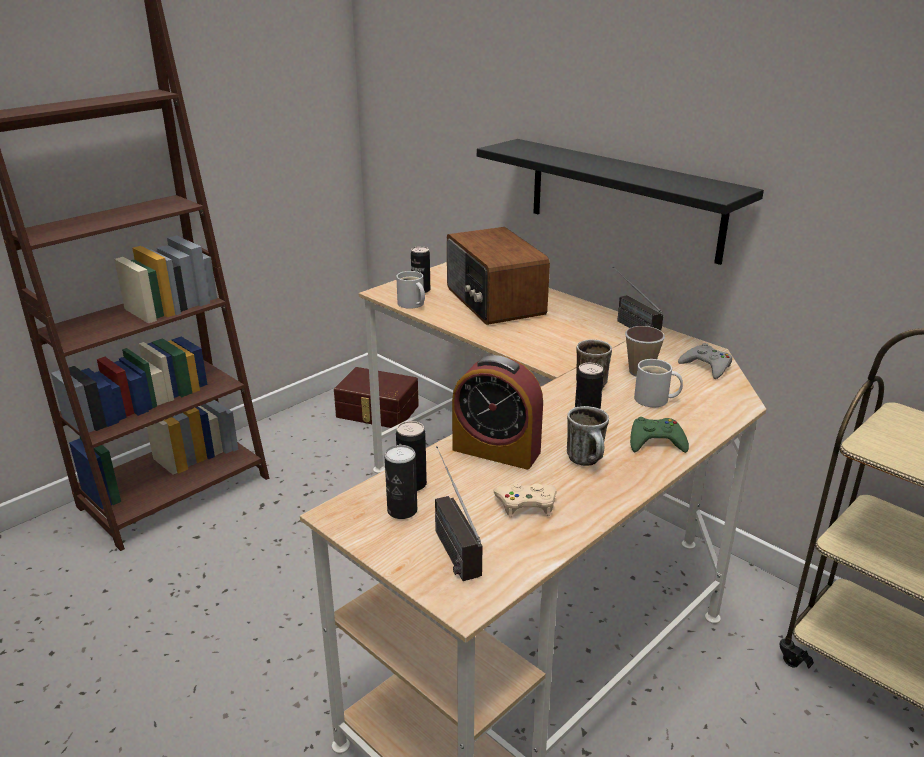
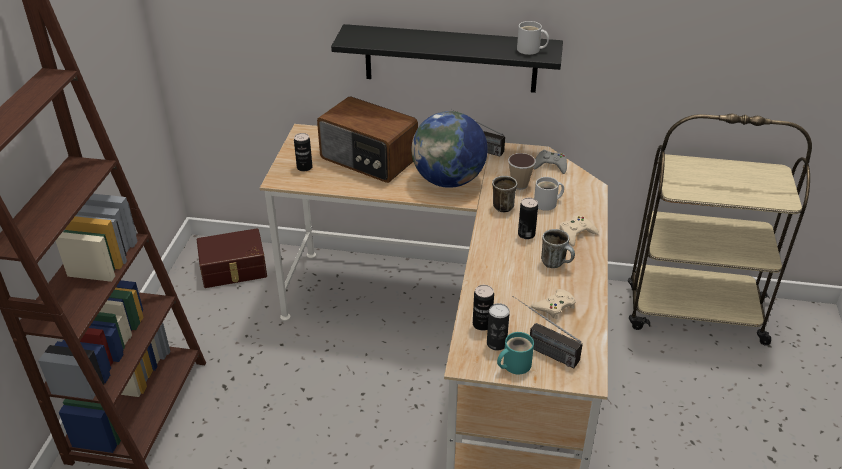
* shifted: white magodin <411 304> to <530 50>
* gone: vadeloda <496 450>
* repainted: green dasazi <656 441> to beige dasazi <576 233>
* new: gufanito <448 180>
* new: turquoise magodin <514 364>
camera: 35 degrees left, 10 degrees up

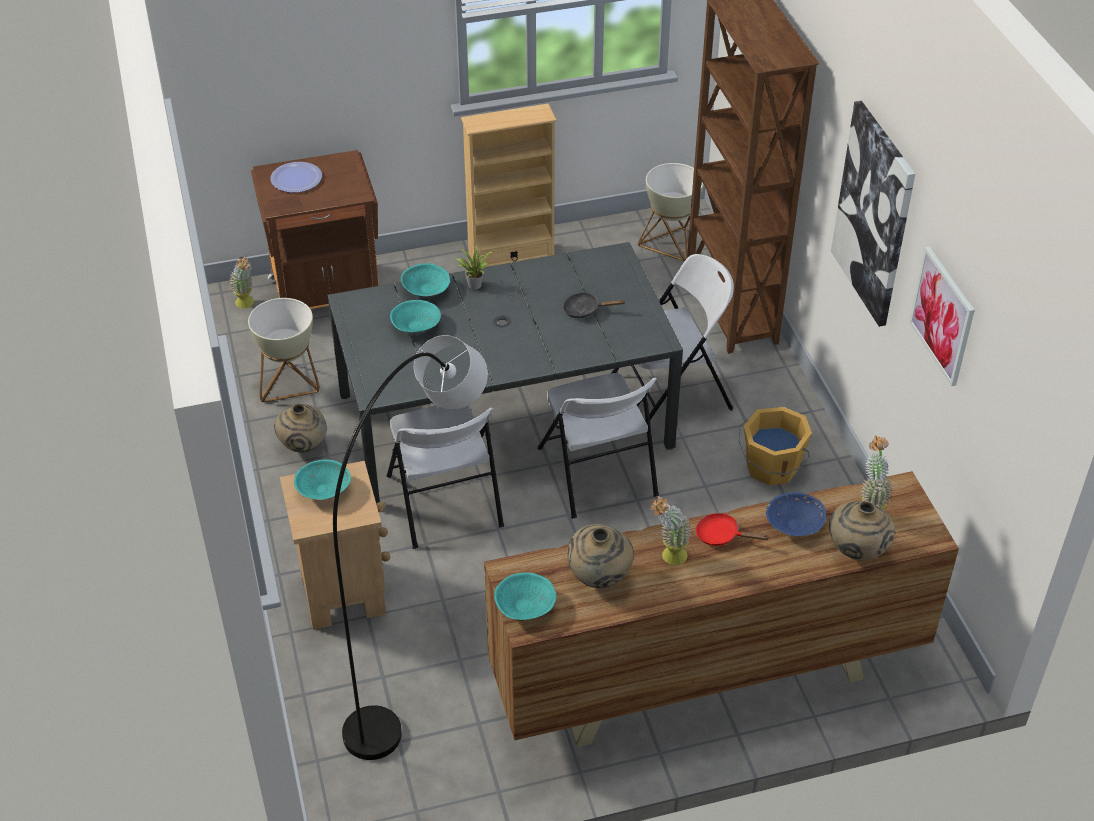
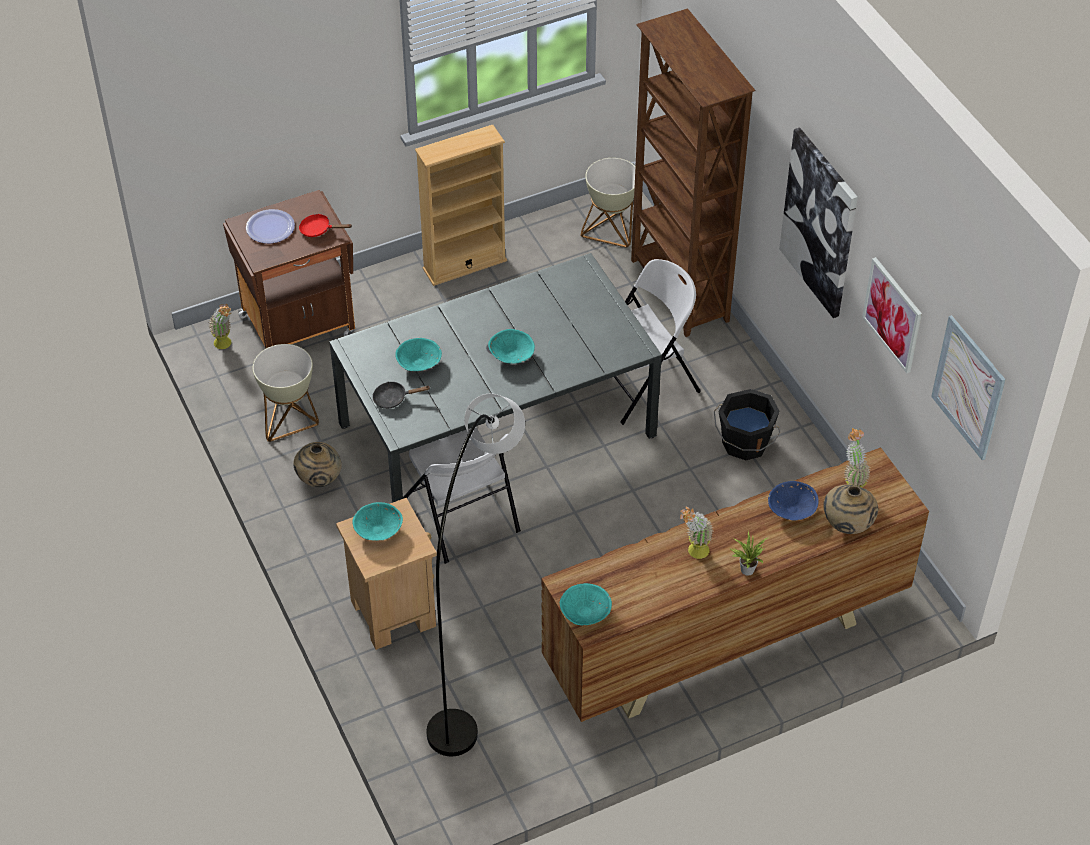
* shifted: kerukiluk <473 284> to <746 568>
* shifted: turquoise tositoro <426 290> to <512 355>
* shifted: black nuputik <585 310> to <393 398>
* gone: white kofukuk <596 472>
* repainted: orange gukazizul <771 468> to black gukazizul <745 443>
* shifted: red nuputik <722 535> to <319 230>
* gone: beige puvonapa <599 579>
* new: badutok <968 387>
camera: 10 degrees left, 5 degrees up

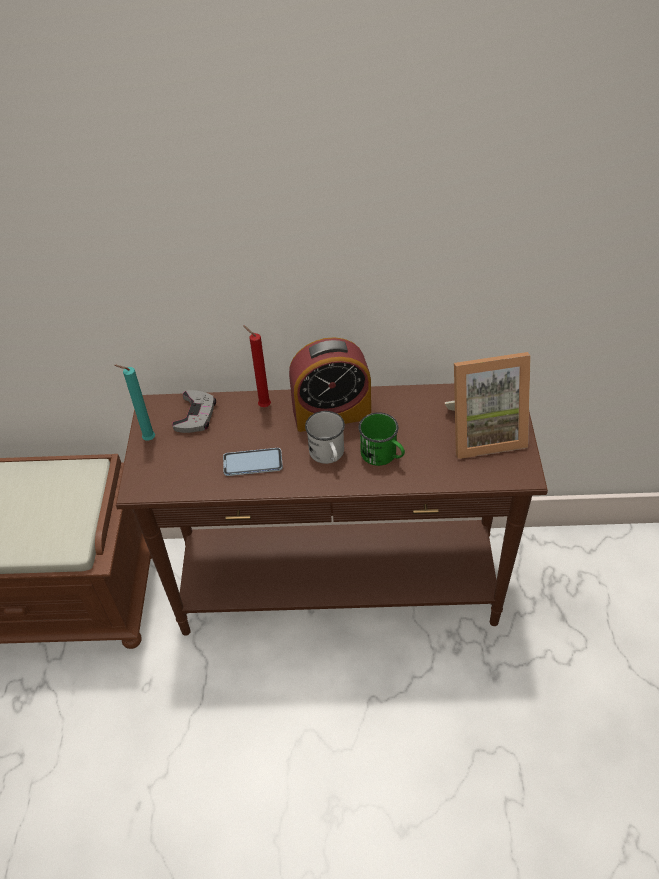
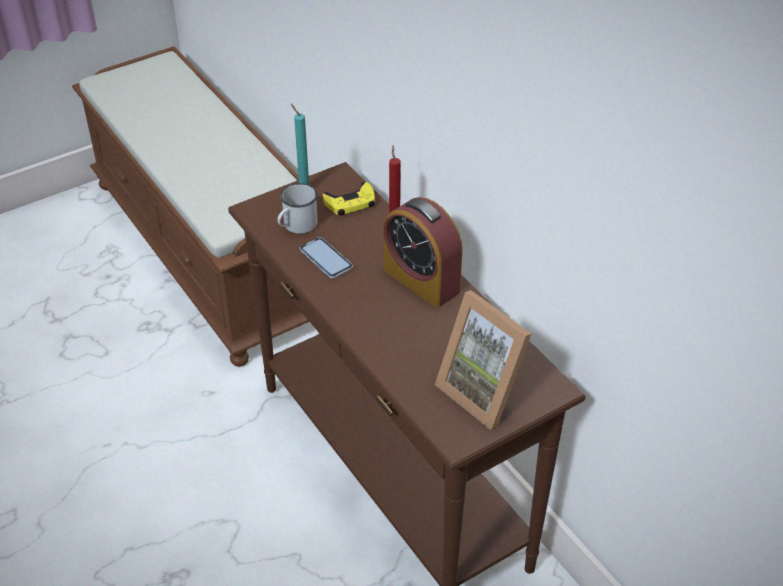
* repainted: grey dasazi <196 415> to yellow dasazi <350 203>
* shifted: white magodin <328 455> to <296 226>
* gone: green magodin <383 455>
camera: 55 degrees right, 5 degrees down

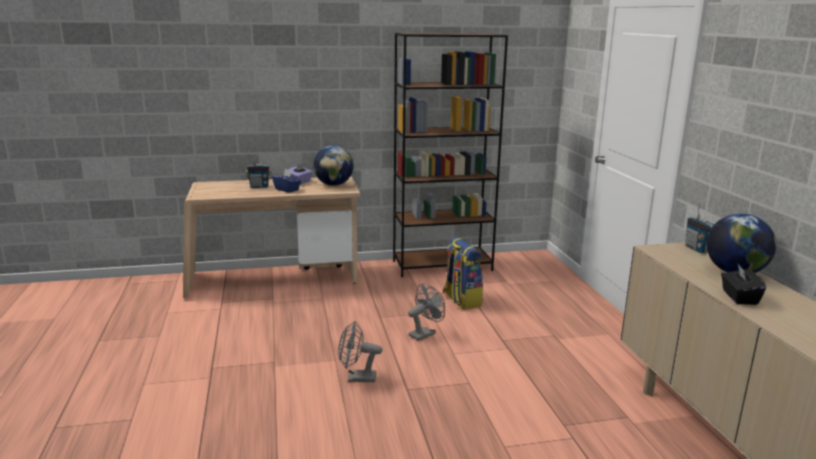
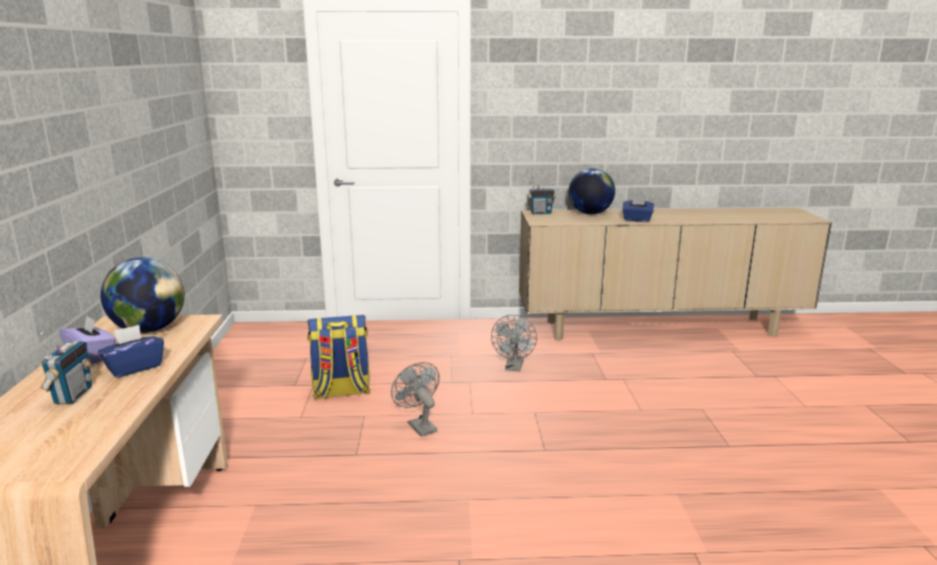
* gone: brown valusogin <442 265>
* repainted: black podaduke <739 297> to blue podaduke <637 219>
* shifted: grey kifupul <357 378> to <514 367>
camera: 80 degrees left, 0 degrees up

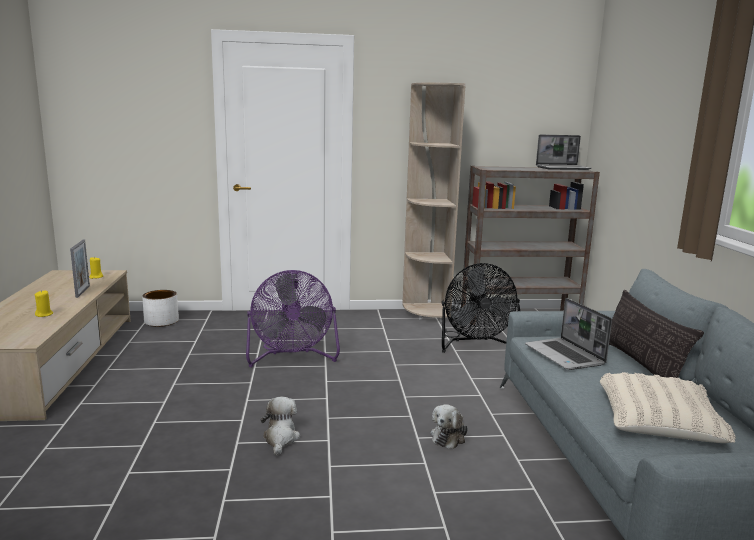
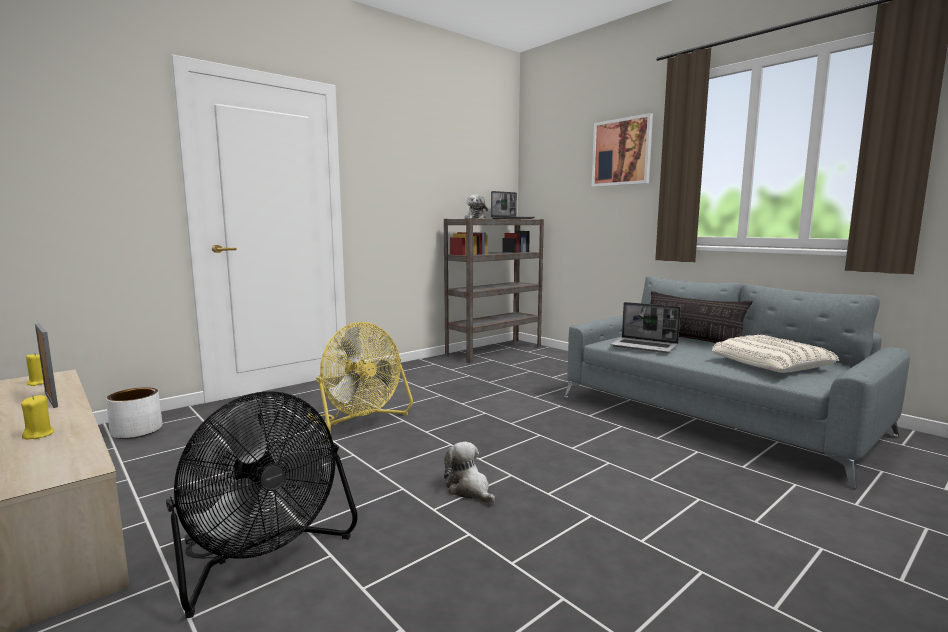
* gone: beige valusogin <426 316>
* shifted: black kifupul <472 344> to <256 560>
* repainted: purple kifupul <288 357> to yellow kifupul <355 423>
* shifted: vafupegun <449 436> to <475 218>
* new: badutok <621 152>
camera: 35 degrees left, 5 degrees down

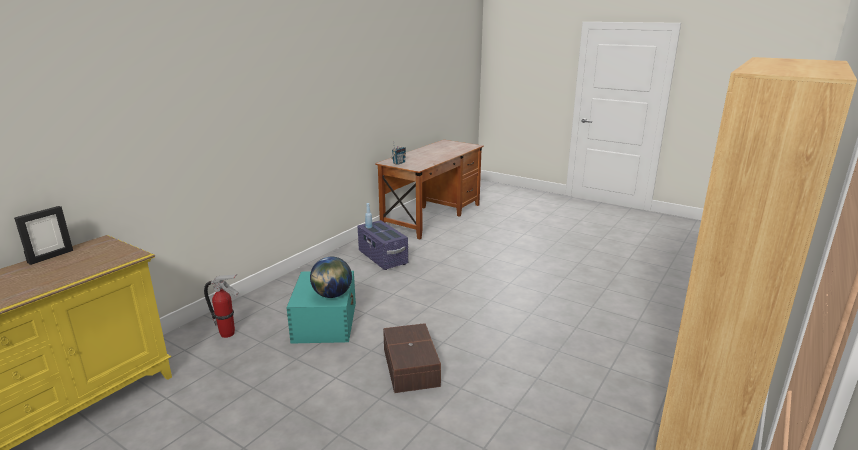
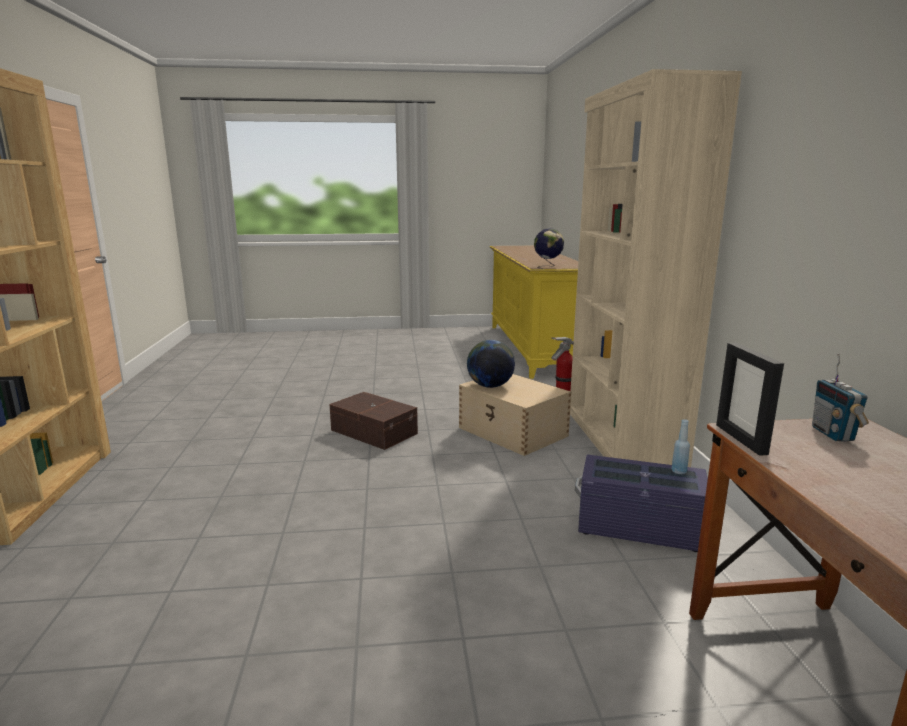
* shifted: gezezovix <50 256> to <742 439>
* repainted: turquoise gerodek <325 321> to beige gerodek <513 432>
* new: beige valusogin <621 440>
* new: gufanito <548 267>
camera: 140 degrees right, 5 degrees down

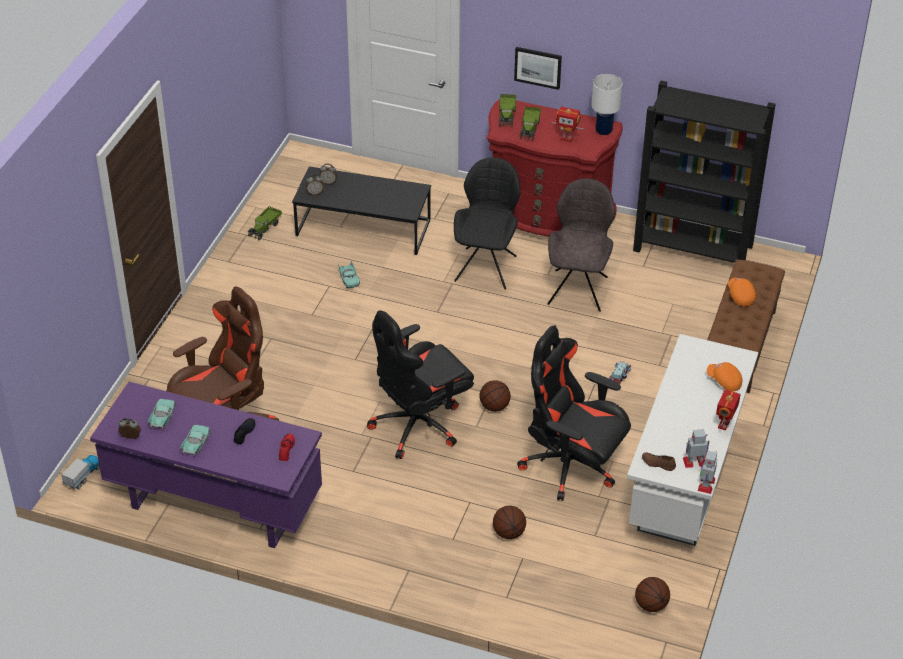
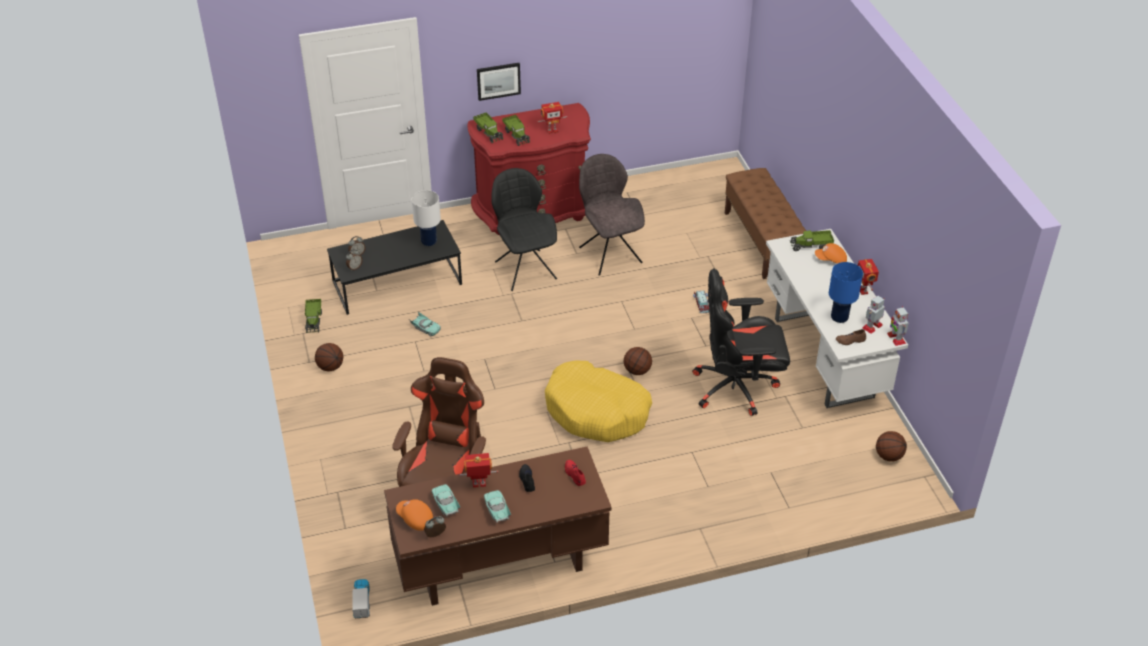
* shifted: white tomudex <603 132> to <429 243>
* gone: black valusogin <693 248>
* shifted: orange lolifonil <740 296> to <414 519>
* swapped: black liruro <422 423> to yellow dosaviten <597 411>
* repainted: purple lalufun <214 507> to brown lalufun <500 566>
* shifted: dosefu <508 532> to <330 367>
* new: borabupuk <811 246>
* new: blue tomudex <839 319>
* new: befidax <479 484>
camera: 35 degrees left, 0 degrees up

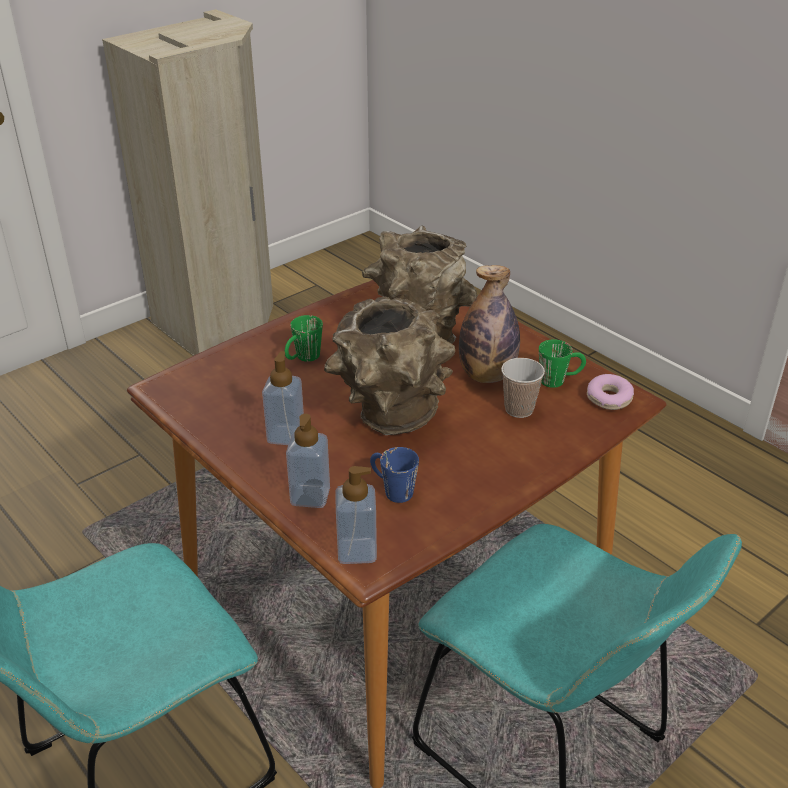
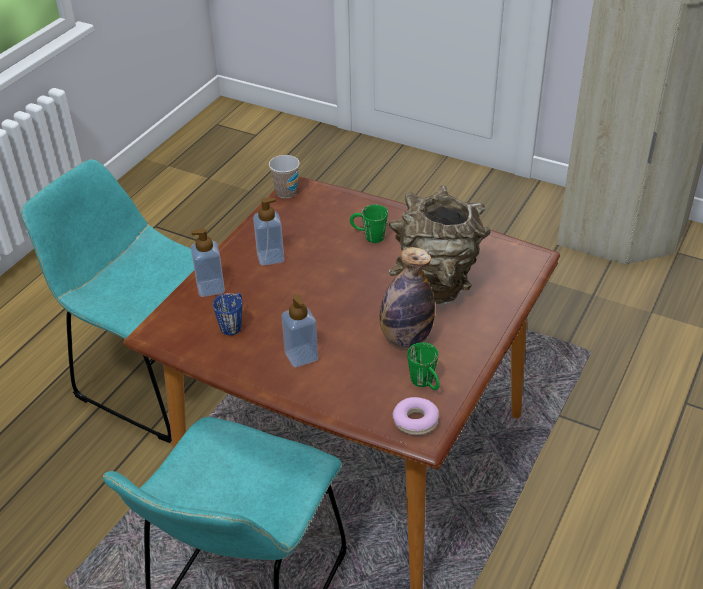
* gone: brown puvonapa <391 420>
* shifted: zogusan <519 409> to <286 192>
* shifted: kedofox <357 551> to <301 356>
camera: 70 degrees right, 5 degrees up

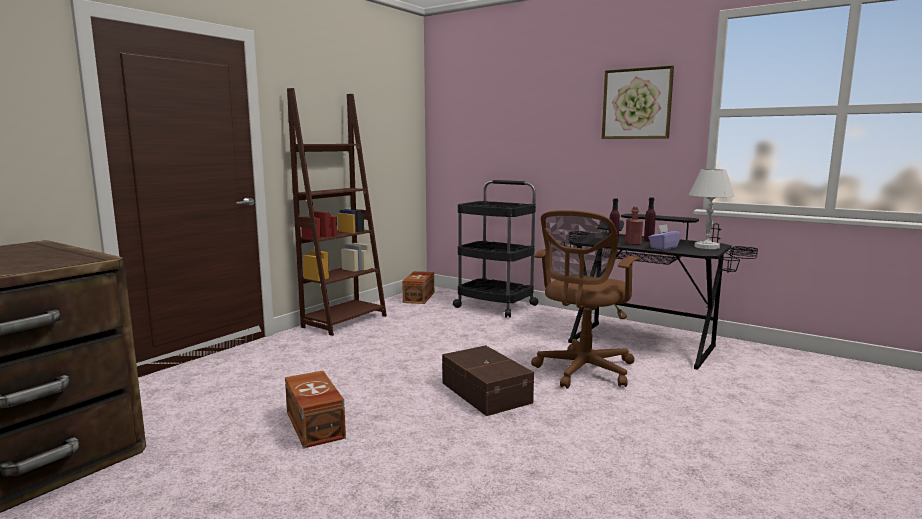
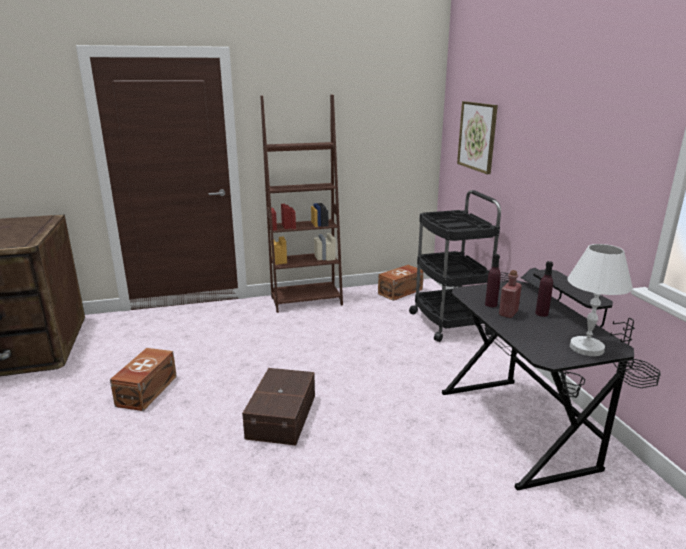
* shifted: badutok <637 103> to <477 136>
* gone: brown liruro <582 371>
* gone: purple podaduke <663 247>
camera: 40 degrees right, 10 degrees up

